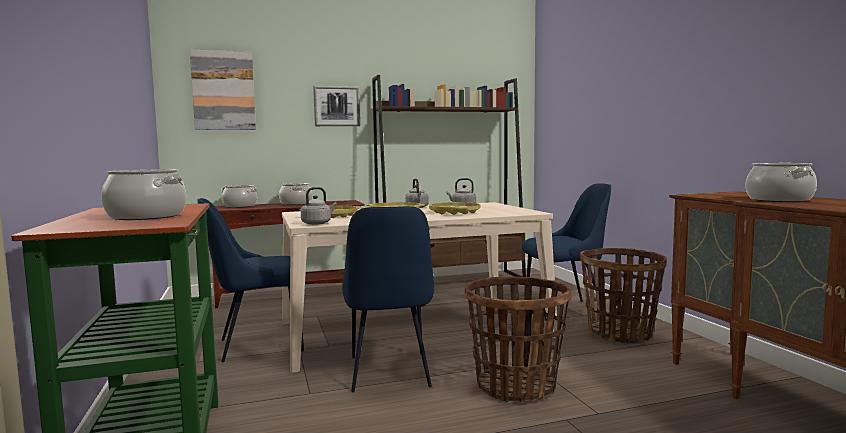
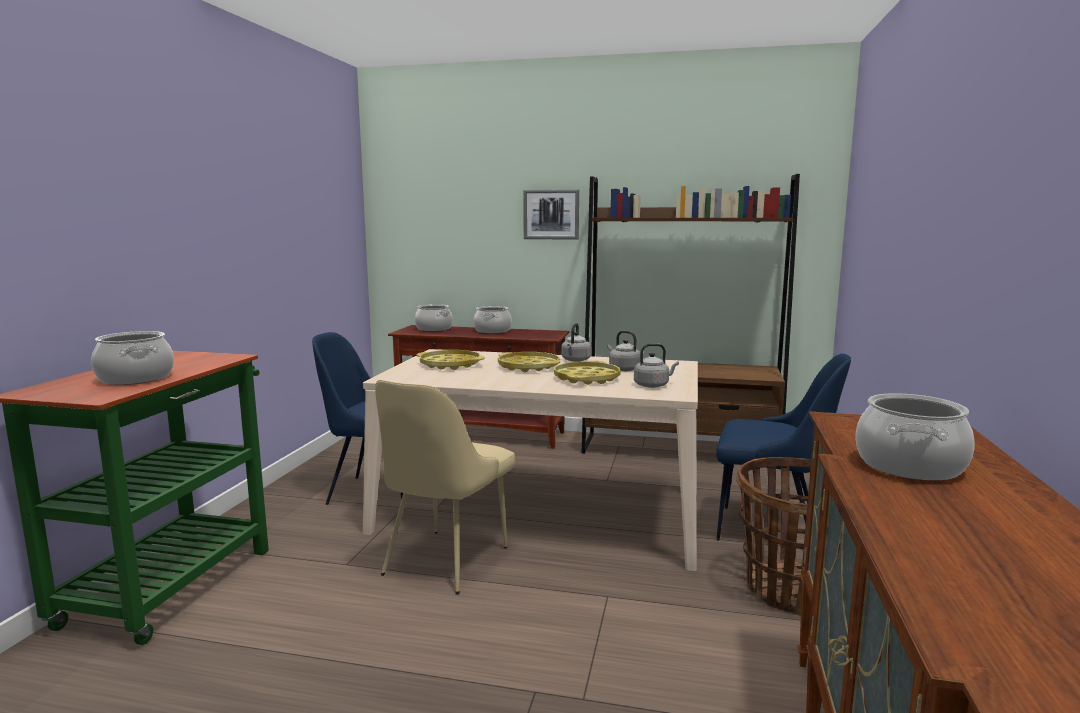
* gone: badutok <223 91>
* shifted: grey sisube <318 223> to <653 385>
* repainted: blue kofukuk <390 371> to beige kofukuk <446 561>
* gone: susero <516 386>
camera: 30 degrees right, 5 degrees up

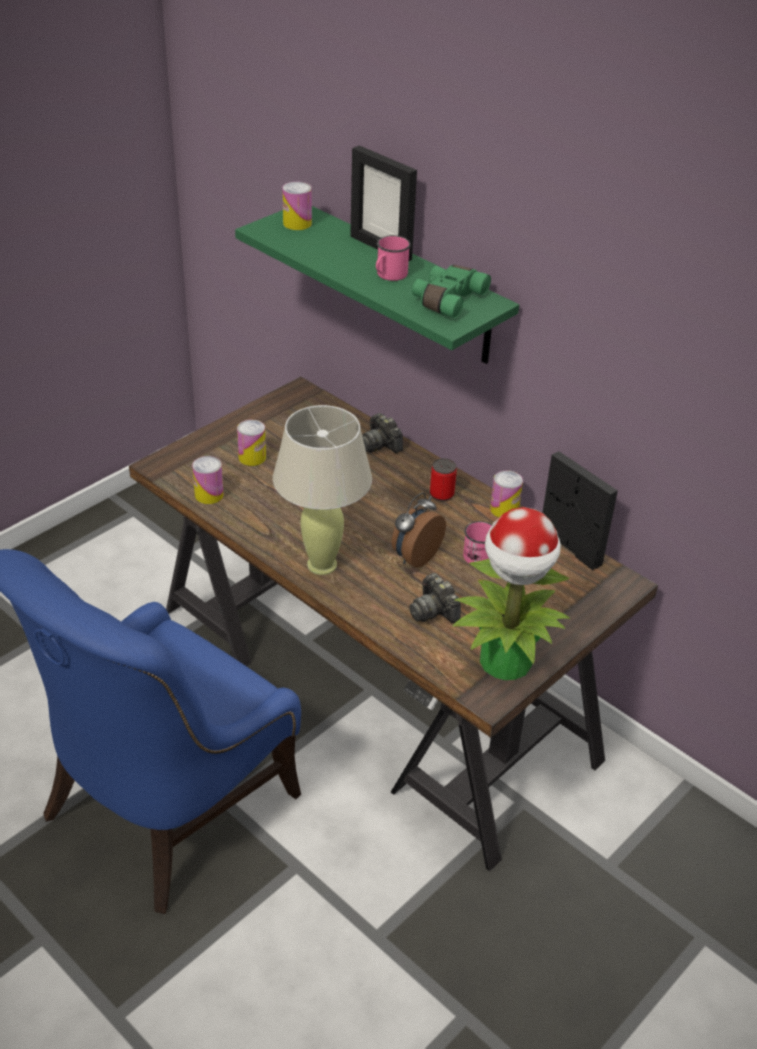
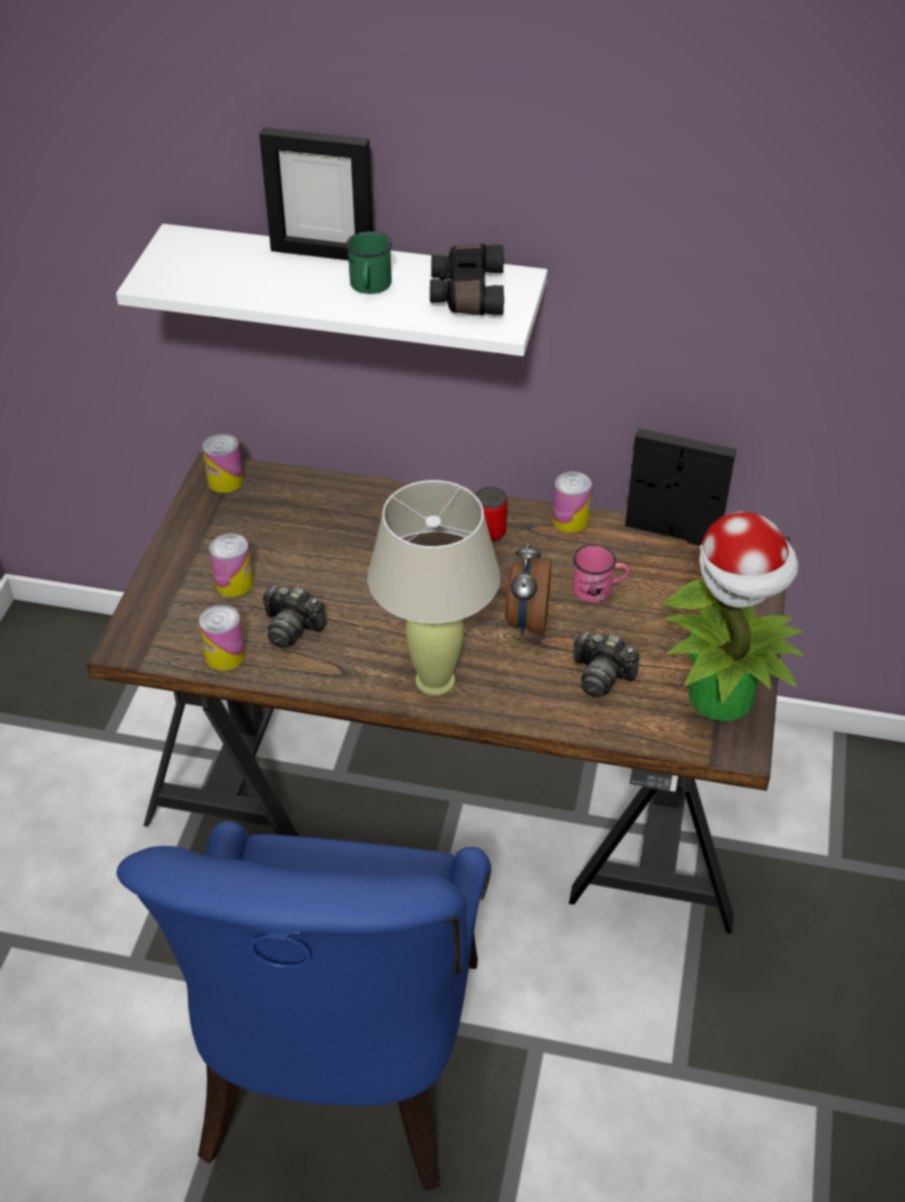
* shifted: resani <297 223> to <225 481>
* repainted: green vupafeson <402 284> to white vupafeson <353 290>
* repainted: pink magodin <389 275> to green magodin <369 287>
* repainted: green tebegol <447 299> to black tebegol <466 293>
* shifted: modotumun <380 444> to <291 627>
camera: 30 degrees left, 5 degrees up

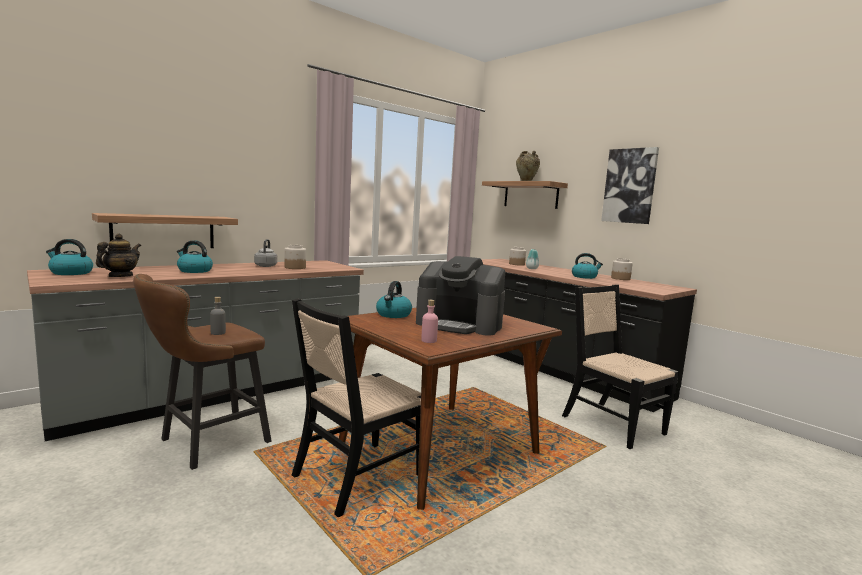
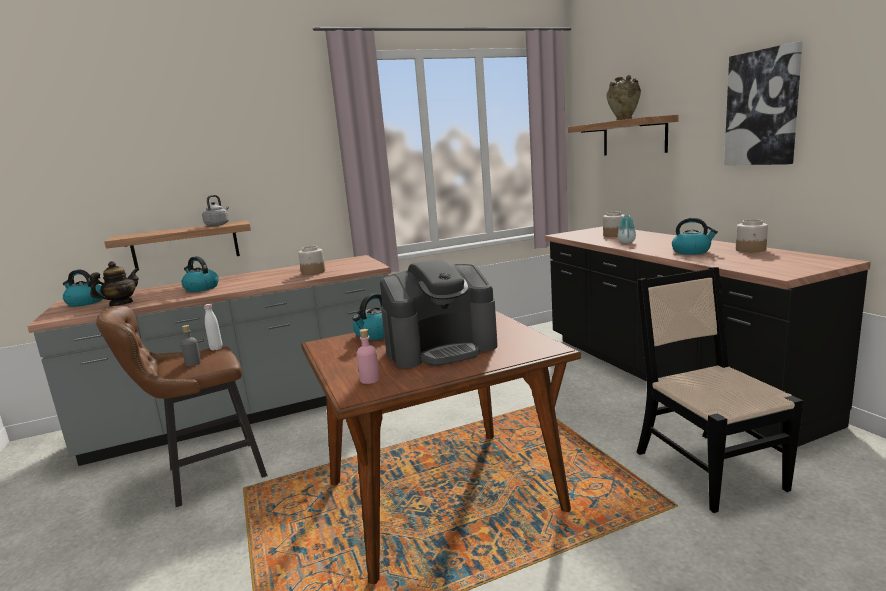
* shifted: grey sisube <266 266> to <218 225>
* rotated: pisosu <460 324> = <441 348> 60 degrees counterclockwise
* gone: kofukuk <358 477>
* new: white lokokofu <216 348>
camera: 20 degrees right, 5 degrees up

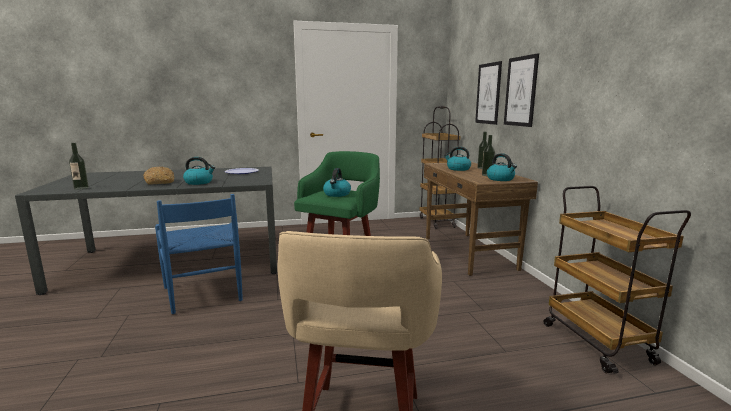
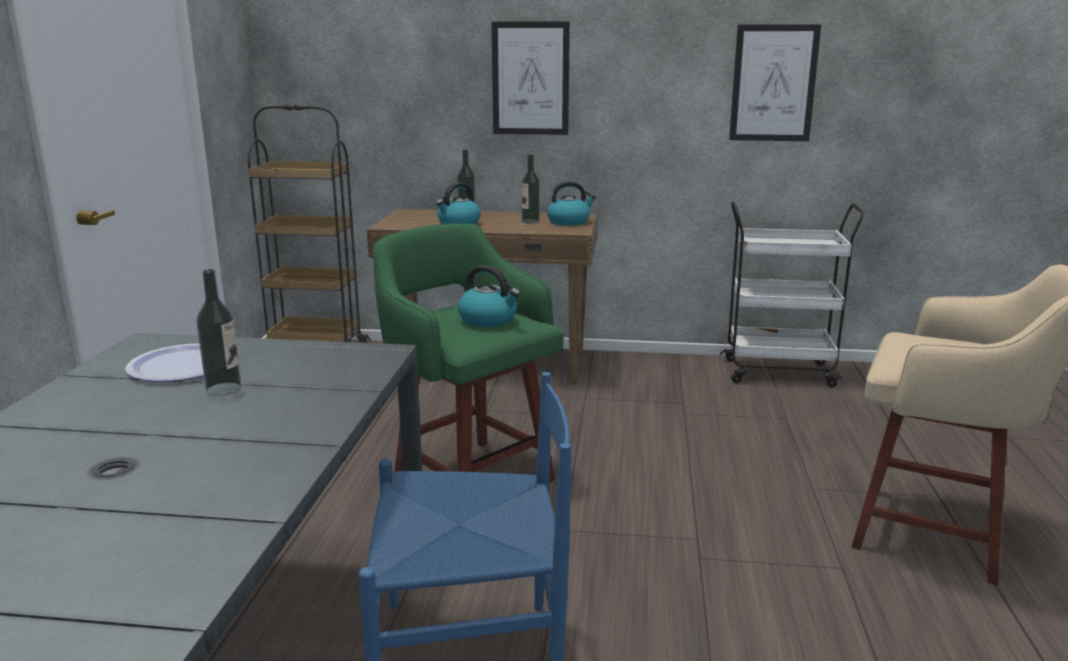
* shifted: badutok <488 93> to <773 83>
* shifted: lokokofu <81 188> to <224 389>
* gone: sisube <199 182>
* gone: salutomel <160 182>
* repainted: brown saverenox <597 343> to white saverenox <779 373>
camera: 70 degrees left, 5 degrees up

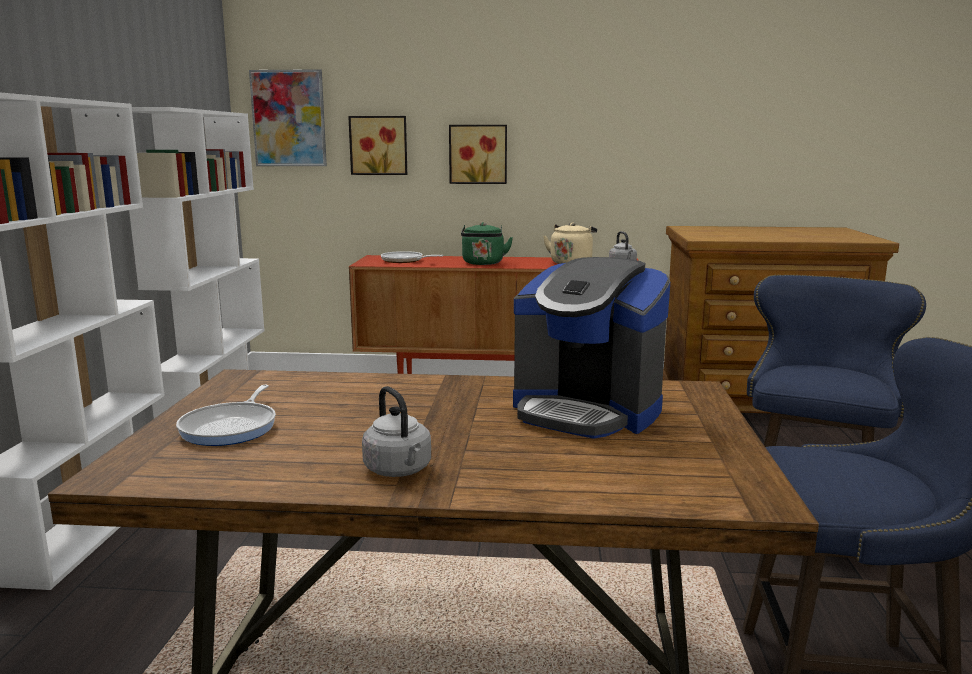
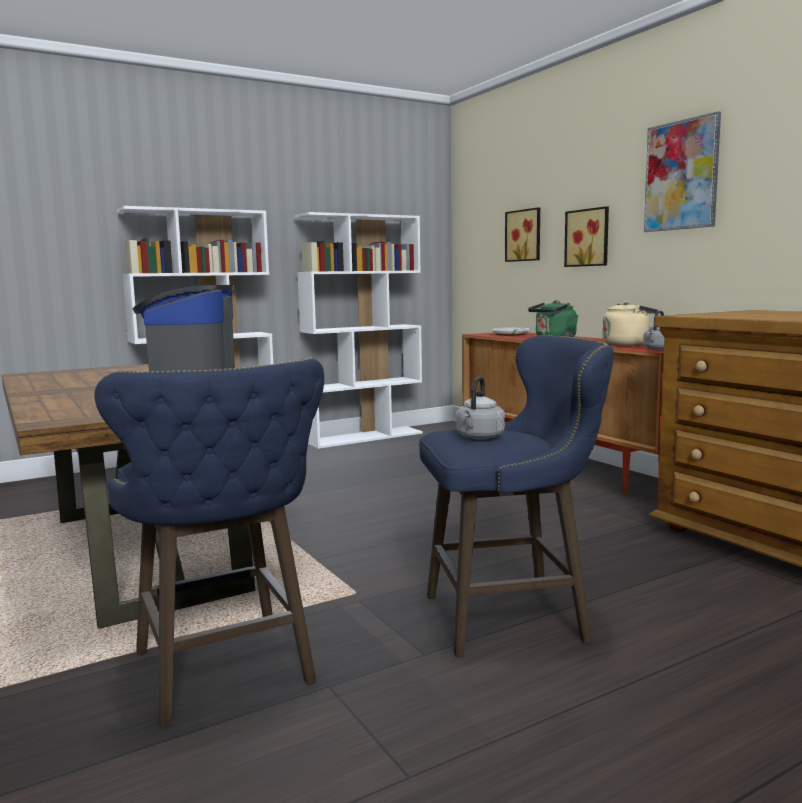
* shifted: badutok <289 118> to <681 175>
* gone: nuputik <231 427>
* shifted: grey sisube <399 470> to <479 437>
camera: 55 degrees right, 5 degrees down

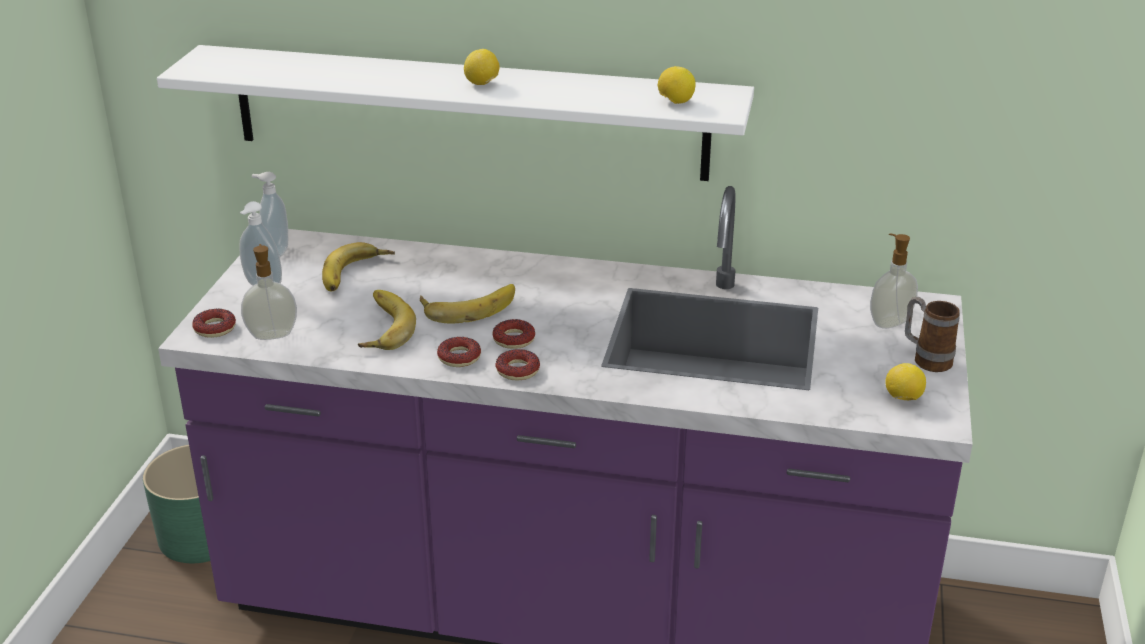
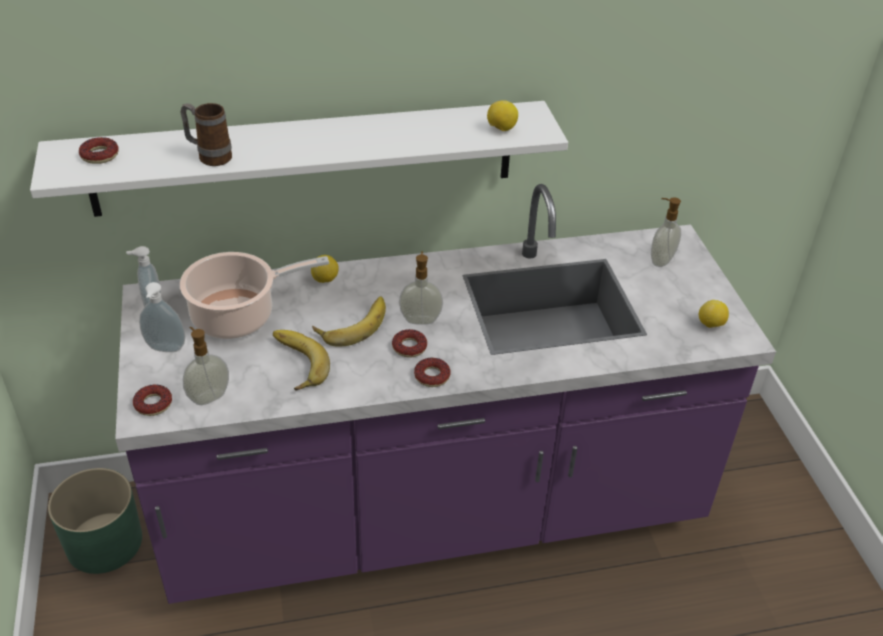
* shifted: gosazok <482 84> to <325 279>
* swapped: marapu <356 274> to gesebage <239 315>
* shifted: magodin <926 359> to <209 156>
* shifted: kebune <459 357> to <100 155>
* new: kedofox <420 319>
camera: 25 degrees left, 10 degrees up

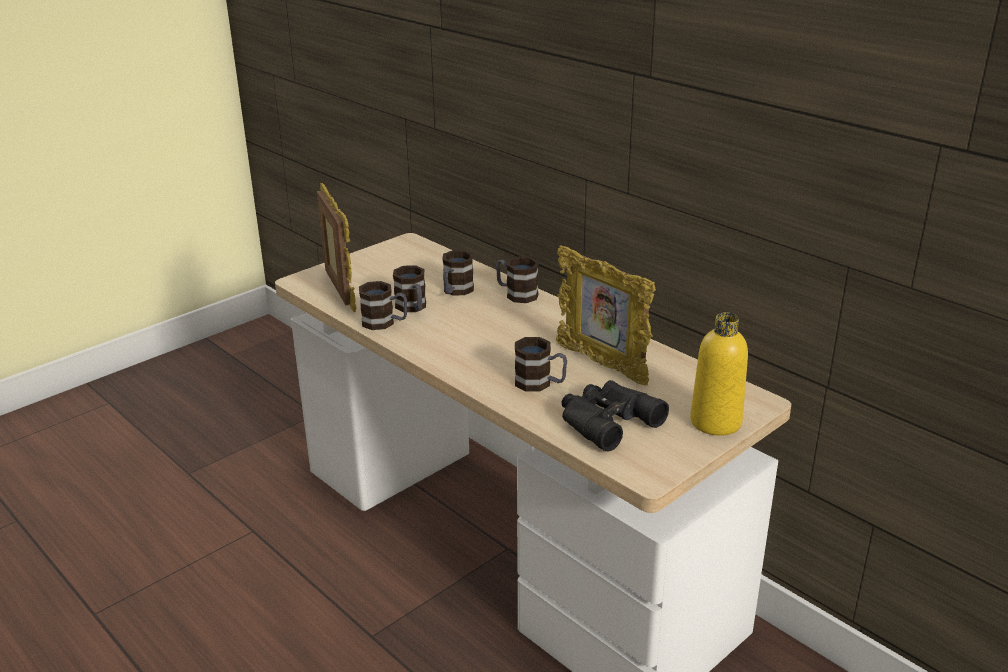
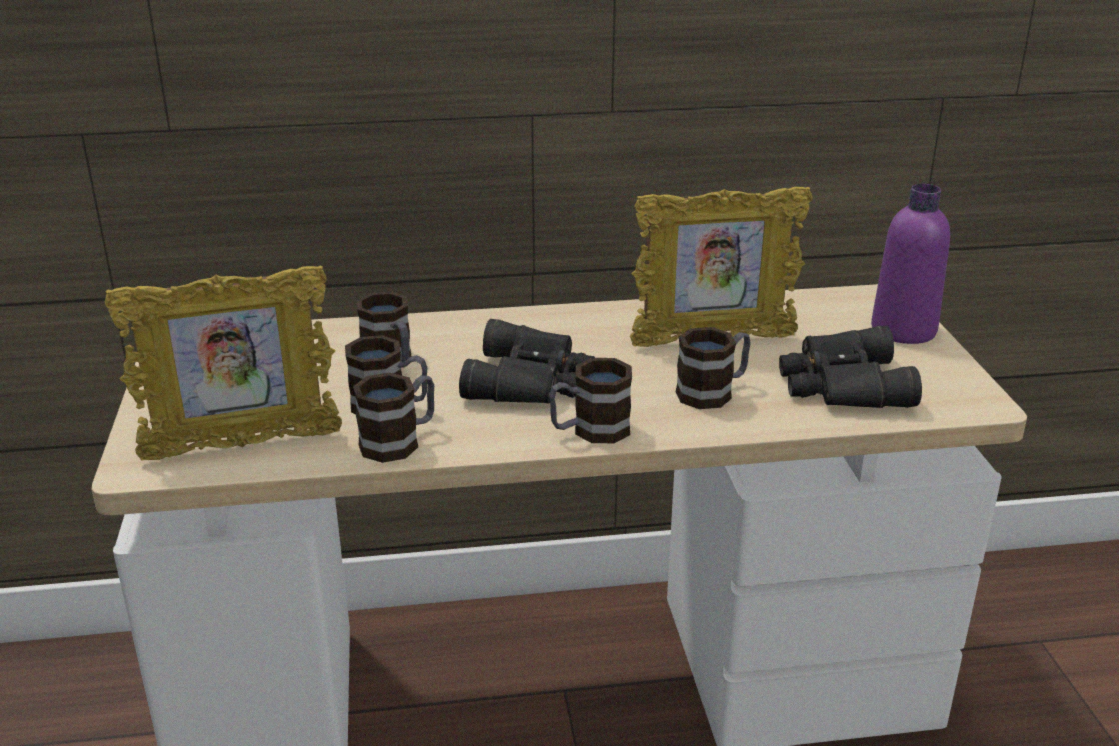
* rotated: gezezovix <340 292> = <242 445> 150 degrees clockwise
* shifted: magodin <516 294> to <590 431>
* repainted: yellow lokokofu <715 422> to purple lokokofu <903 330>
* new: black tebegol <533 380>
camera: 55 degrees left, 0 degrees up

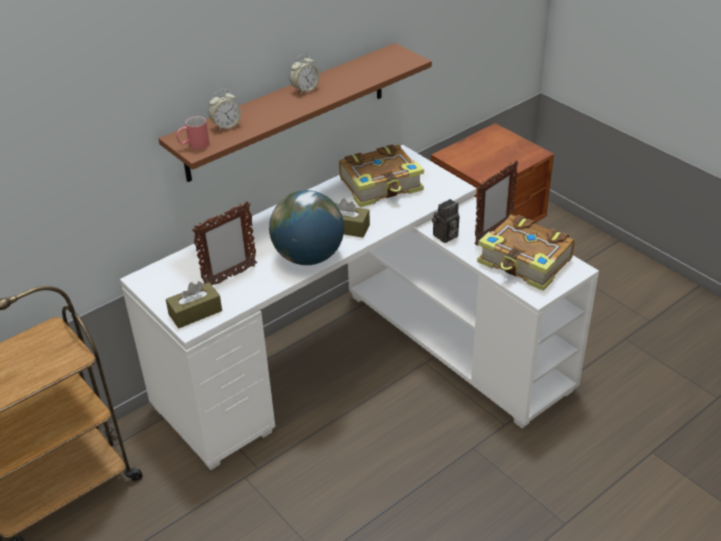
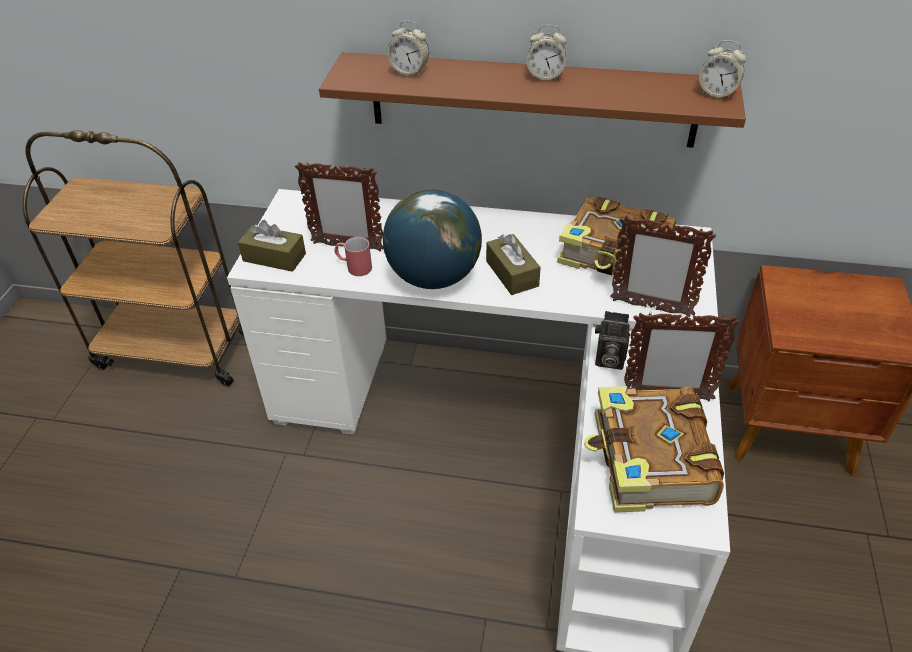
* shifted: red magodin <193 146> to <354 267>
* new: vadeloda <717 93>
* new: gezezovix <650 307>
camera: 50 degrees right, 5 degrees up

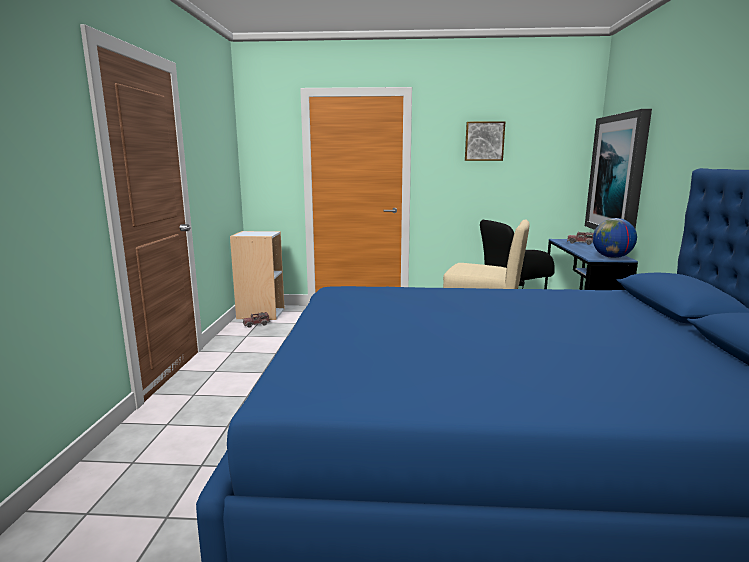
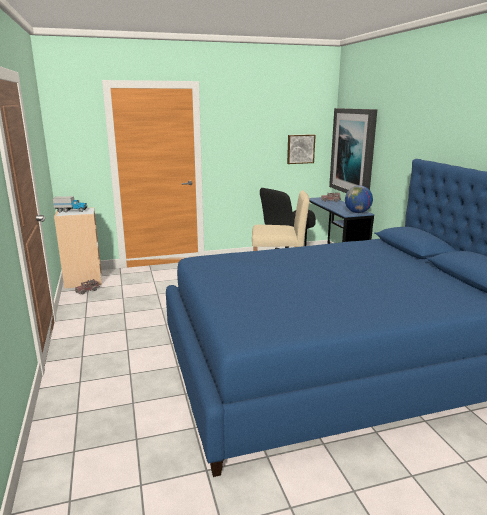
* shifted: badutok <484 141> to <300 149>
* new: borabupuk <71 211>
camera: 20 degrees left, 5 degrees up

